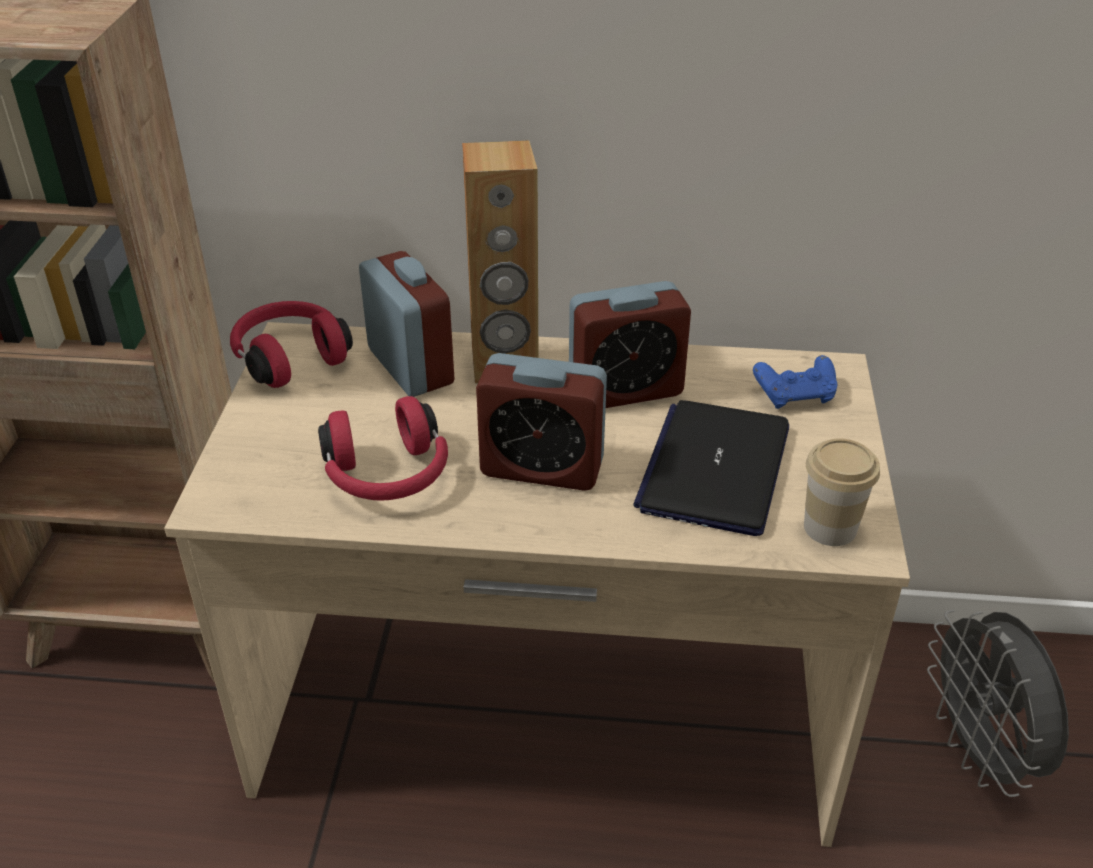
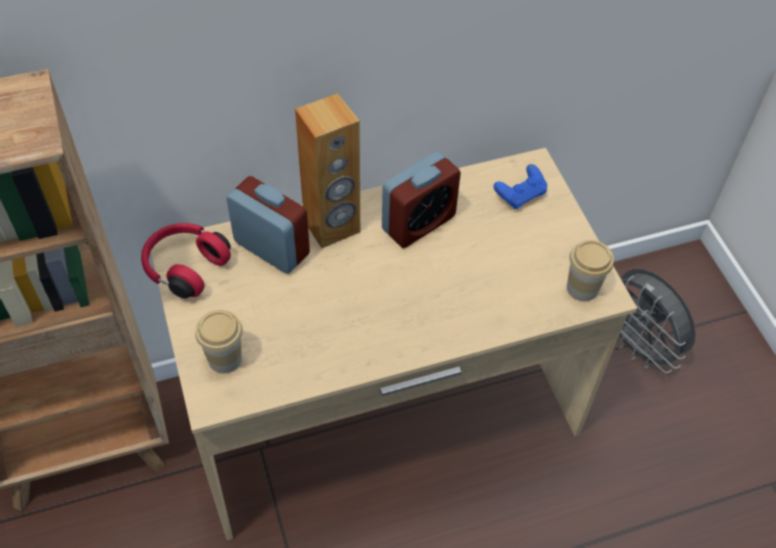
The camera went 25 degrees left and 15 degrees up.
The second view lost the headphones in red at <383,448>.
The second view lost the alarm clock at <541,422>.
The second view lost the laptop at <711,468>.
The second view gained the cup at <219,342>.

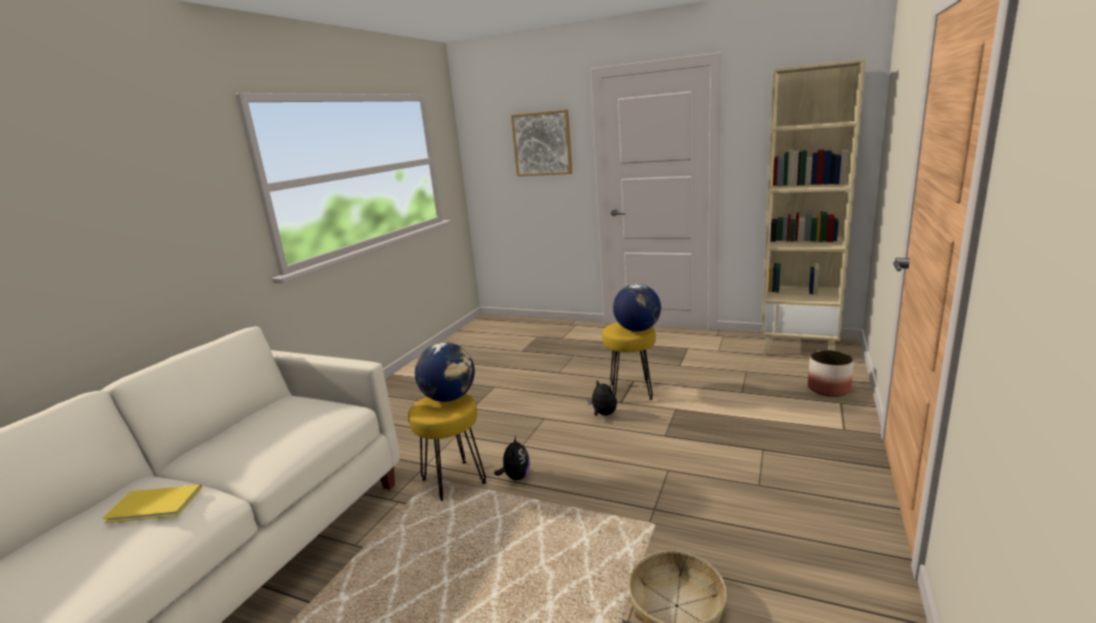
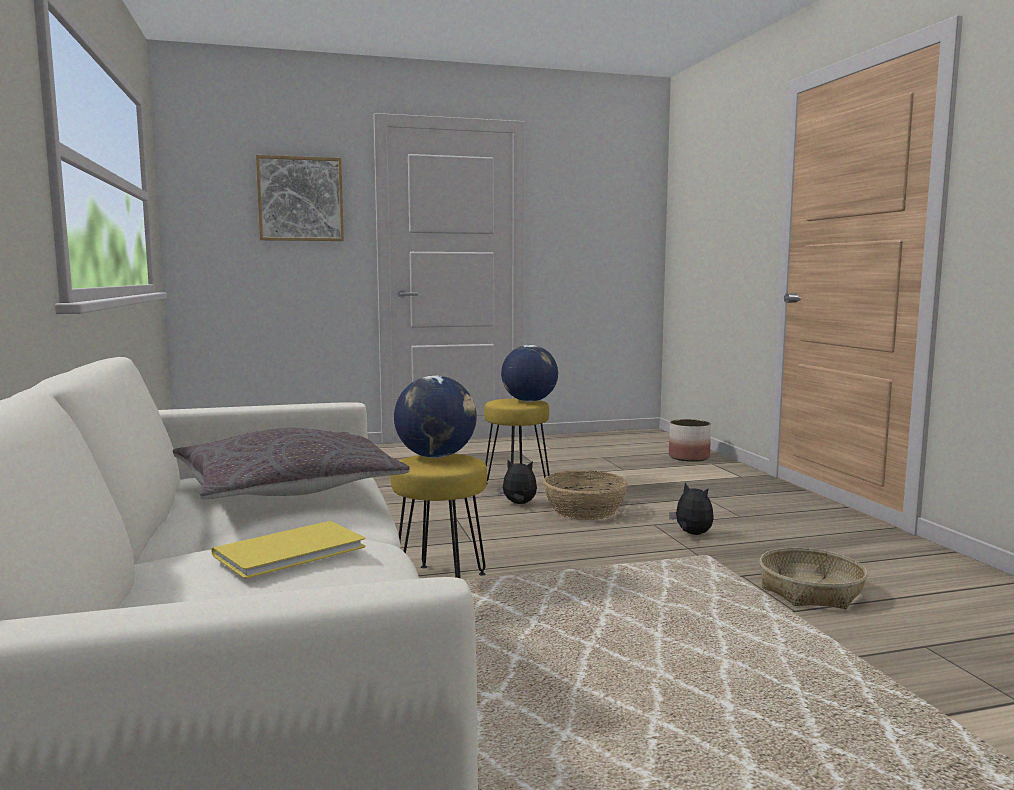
The camera went 40 degrees left and 10 degrees down.
The second view lost the bookcase in beige at <814,206>.
The second view gained the pillow in grey at <291,463>.
The second view gained the basket at <585,495>.
The plush toy ended up elsewhere, having gone from <512,458> to <691,508>.

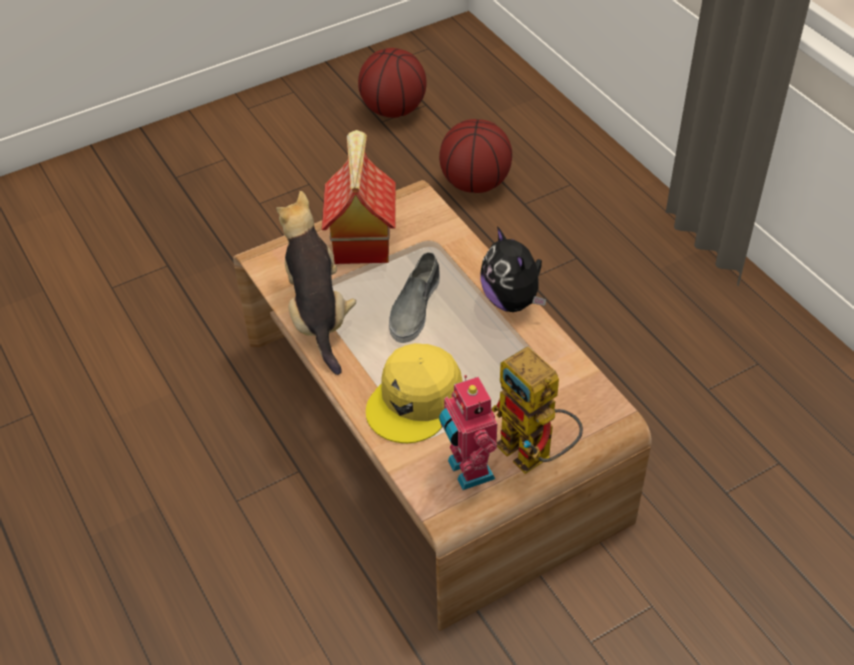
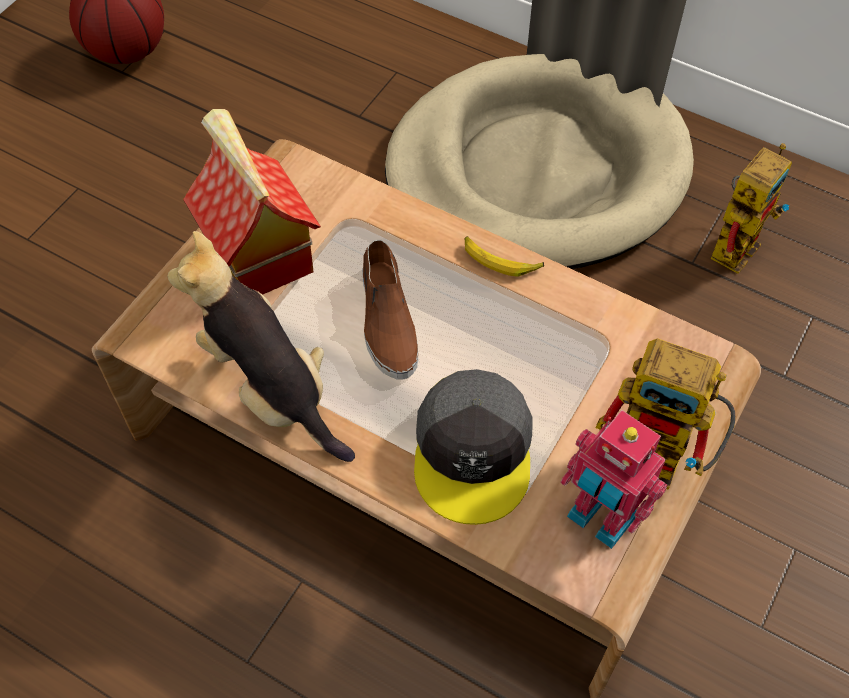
The camera went 30 degrees left and 10 degrees up.
The second view lost the basketball at <475,156>.
The second view gained the dog bed in beige at <539,161>.
The second view gained the toy robot at <751,208>.
Where the plush toy stood at <513,269>, the banana came to stand at <504,256>.
What was the cap in yellow at <414,393> turned into the cap in grey at <473,447>.
What was the shoe in grey at <414,297> turned into the shoe in brown at <390,310>.

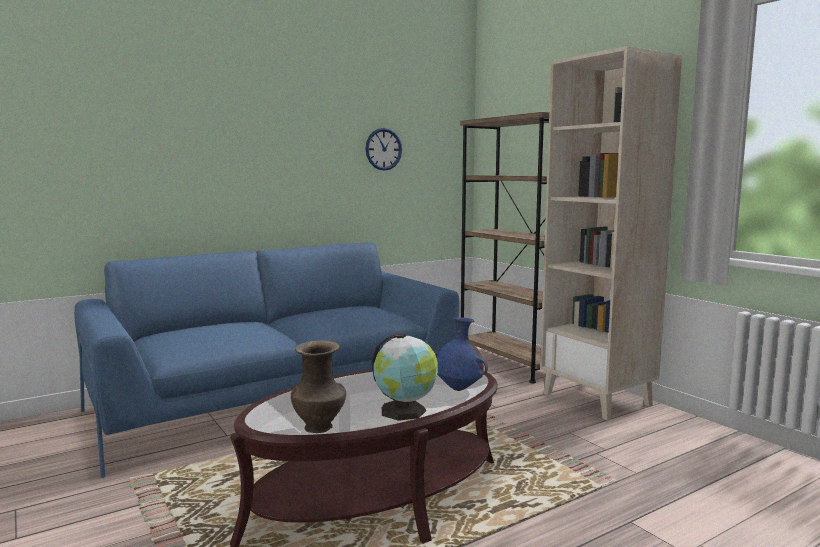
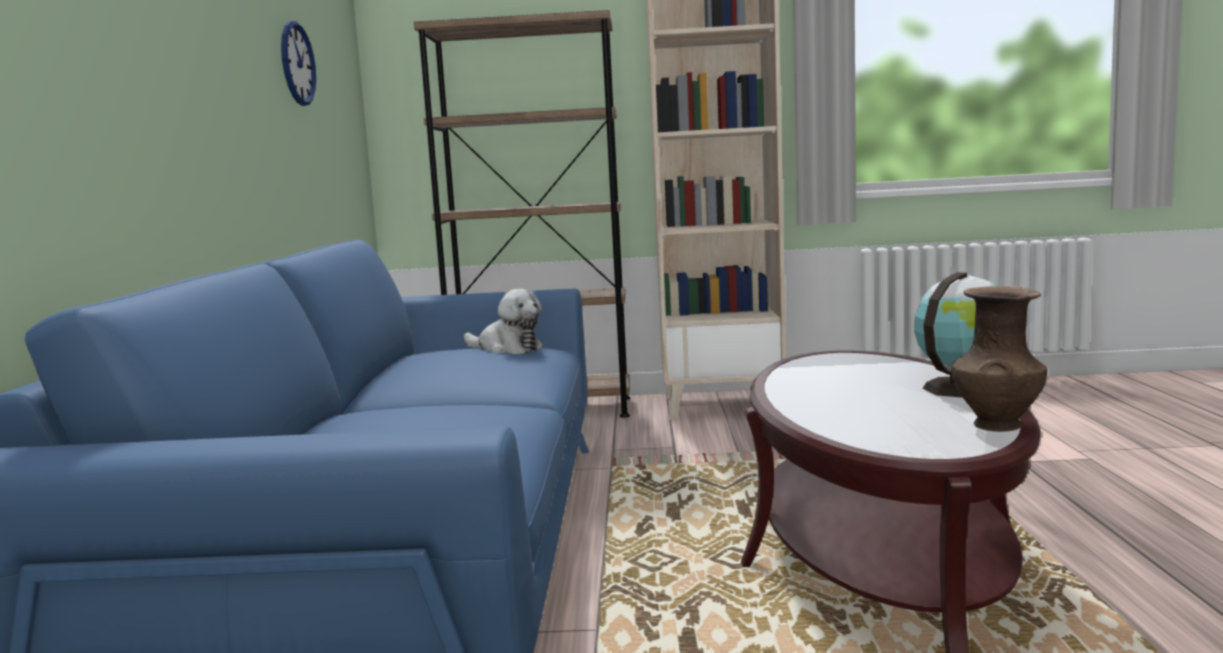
The camera went 55 degrees left and 0 degrees up.
The second view lost the vase in blue at <461,354>.
The second view gained the plush toy at <503,321>.

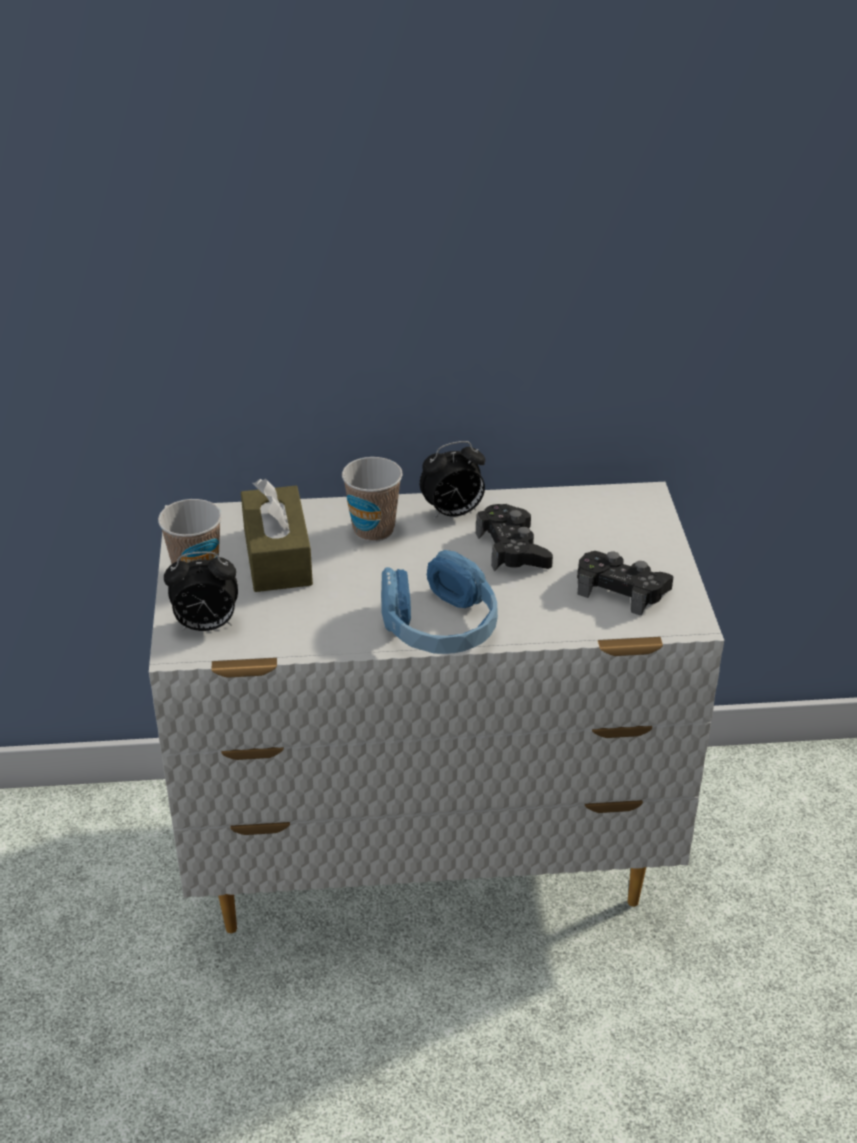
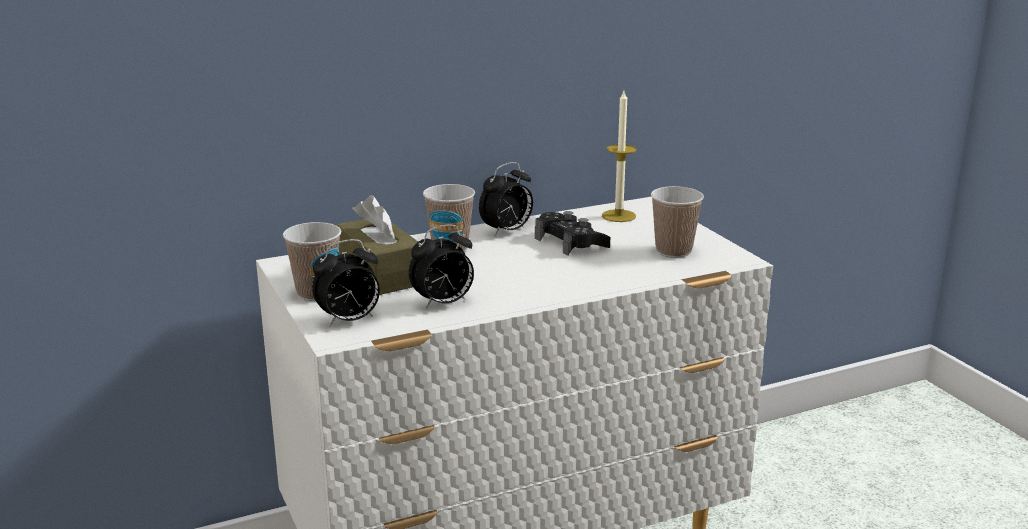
The camera went 20 degrees left and 15 degrees down.
The second view lost the headphones in blue at <439,602>.
The second view gained the alarm clock at <441,266>.
The second view gained the candle at <619,156>.
Where the game controller in black stood at <625,583>, the cup came to stand at <677,222>.

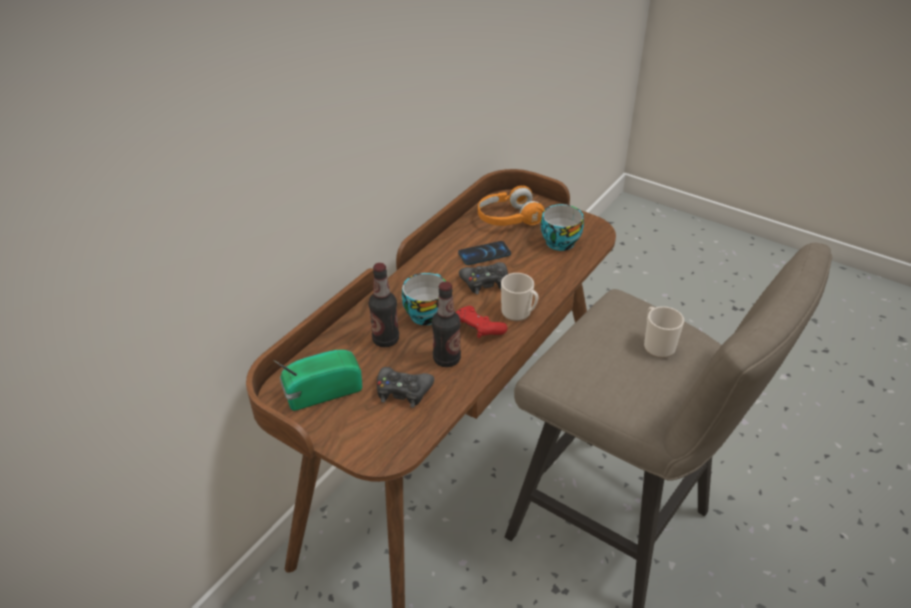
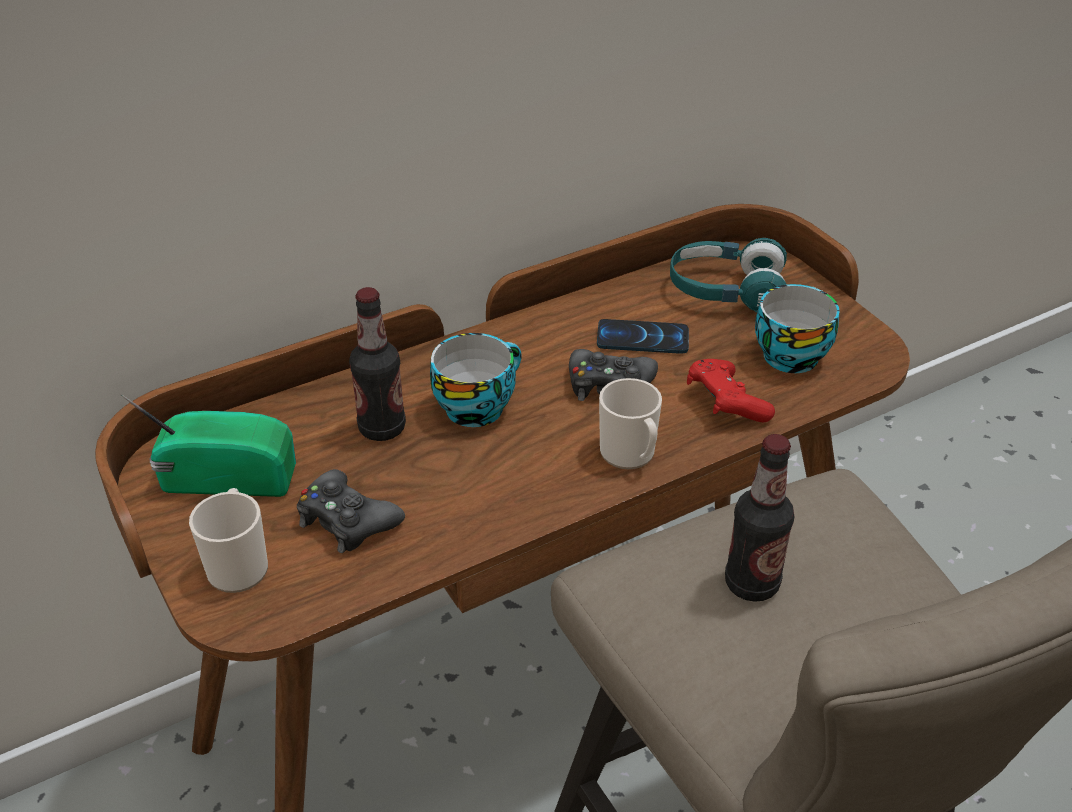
The camera went 25 degrees right and 0 degrees up.
The bottle ended up elsewhere, having gone from <446,324> to <759,518>.
The game controller in red ended up elsewhere, having gone from <481,322> to <731,390>.
The mug ended up elsewhere, having gone from <664,332> to <228,540>.
What was the headphones in orange at <511,206> turned into the headphones in turquoise at <728,275>.

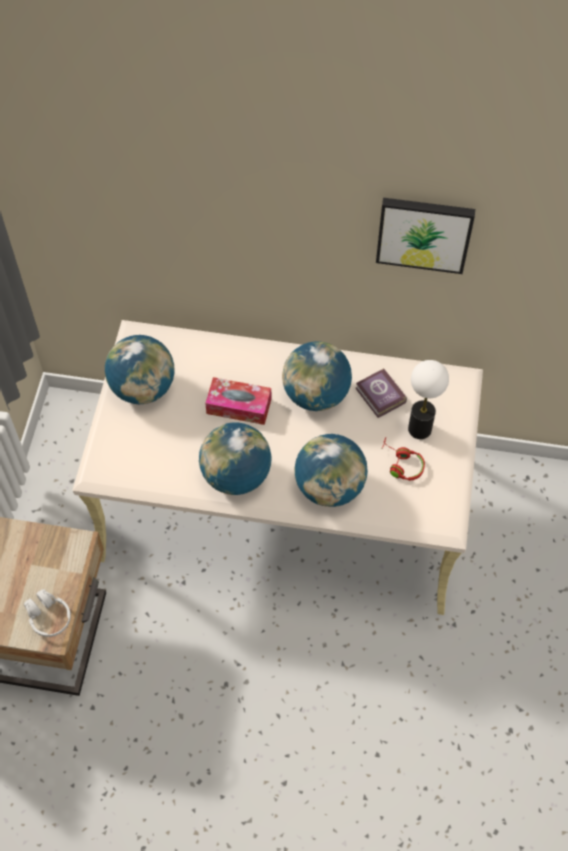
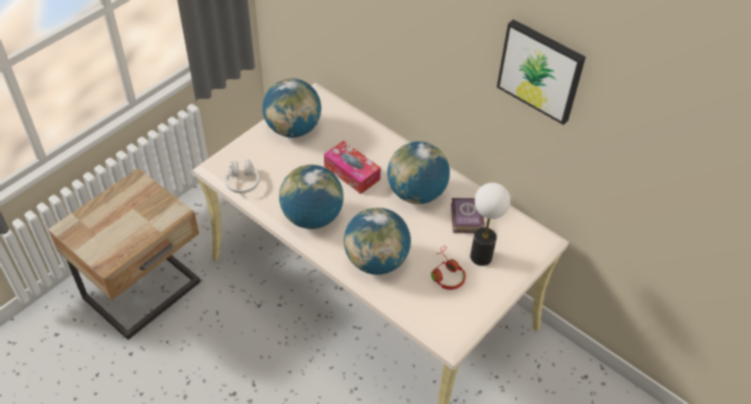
The camera went 30 degrees right and 10 degrees down.
The headphones in white ended up elsewhere, having gone from <47,613> to <242,176>.

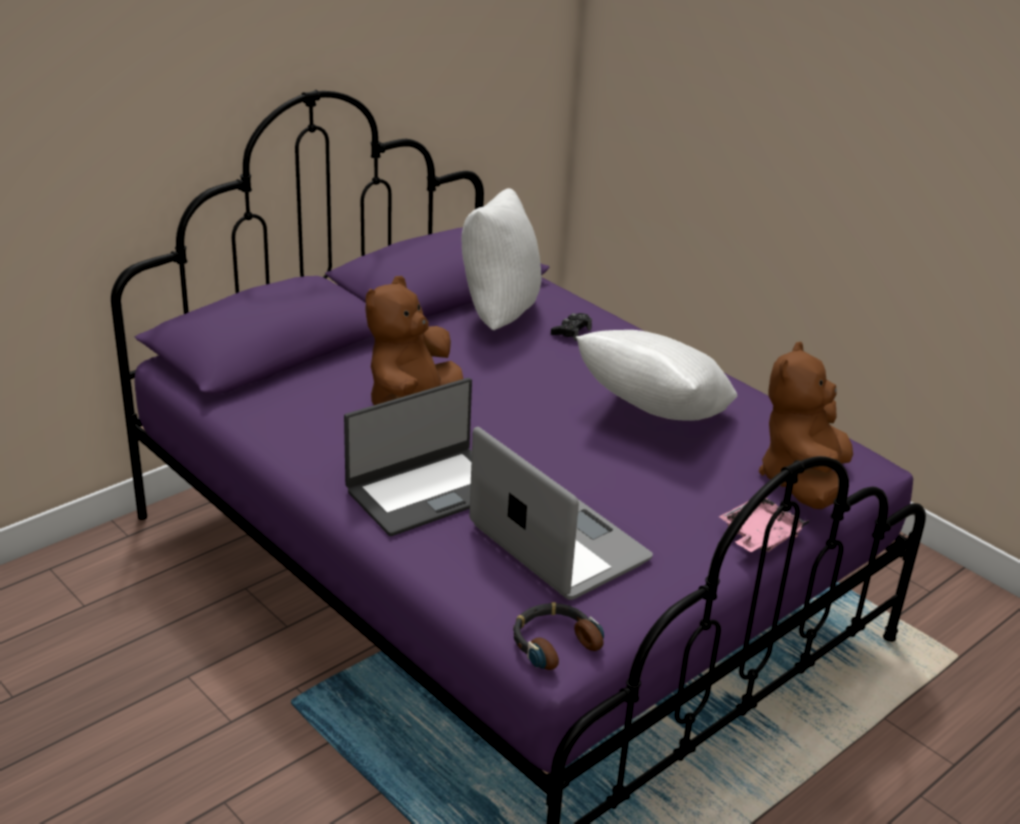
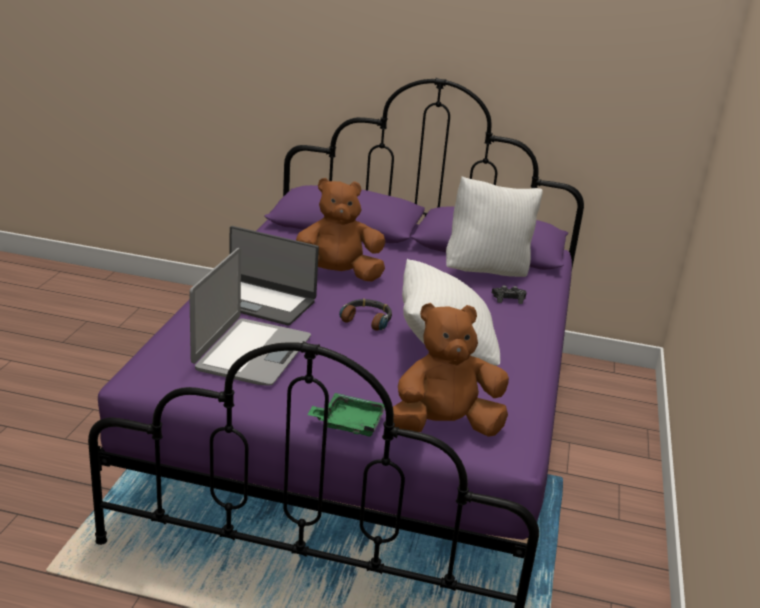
The camera went 55 degrees right and 5 degrees down.
The headphones ended up elsewhere, having gone from <558,636> to <365,315>.
What was the tray in pink at <764,525> turned into the tray in green at <346,415>.

